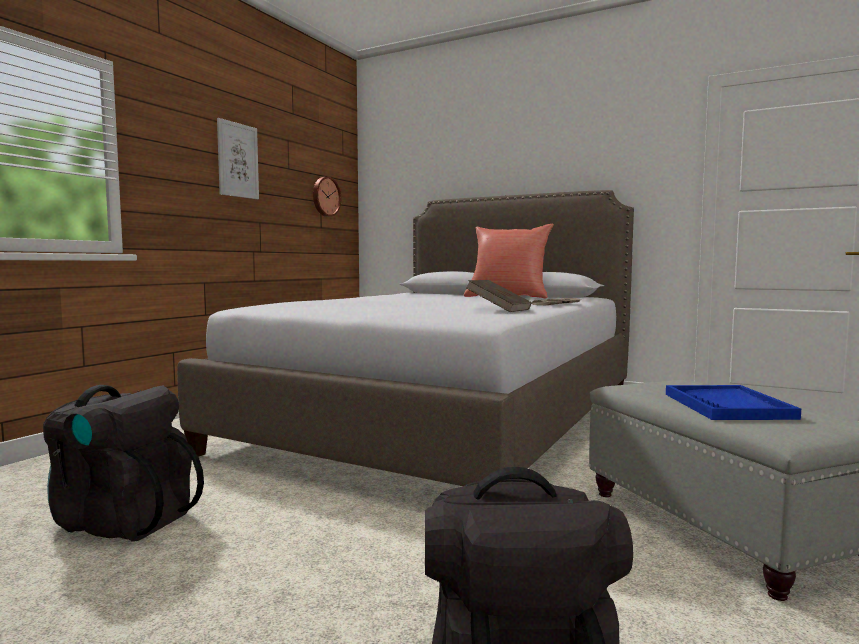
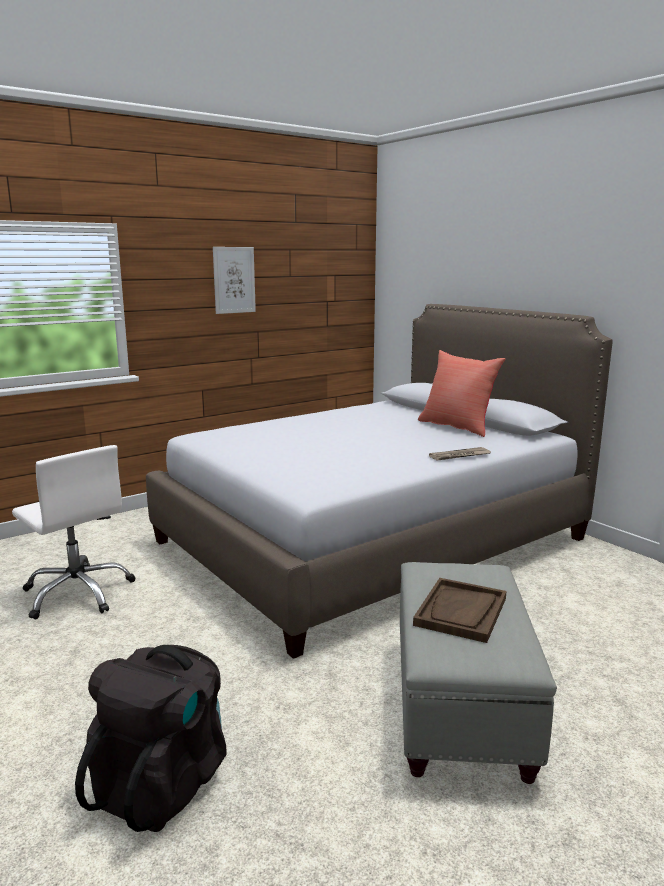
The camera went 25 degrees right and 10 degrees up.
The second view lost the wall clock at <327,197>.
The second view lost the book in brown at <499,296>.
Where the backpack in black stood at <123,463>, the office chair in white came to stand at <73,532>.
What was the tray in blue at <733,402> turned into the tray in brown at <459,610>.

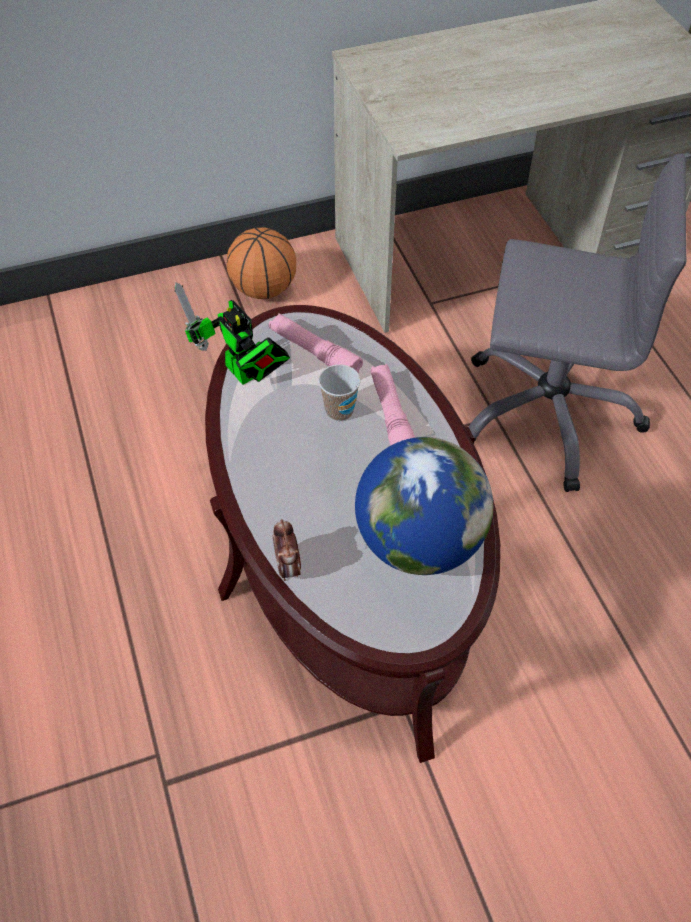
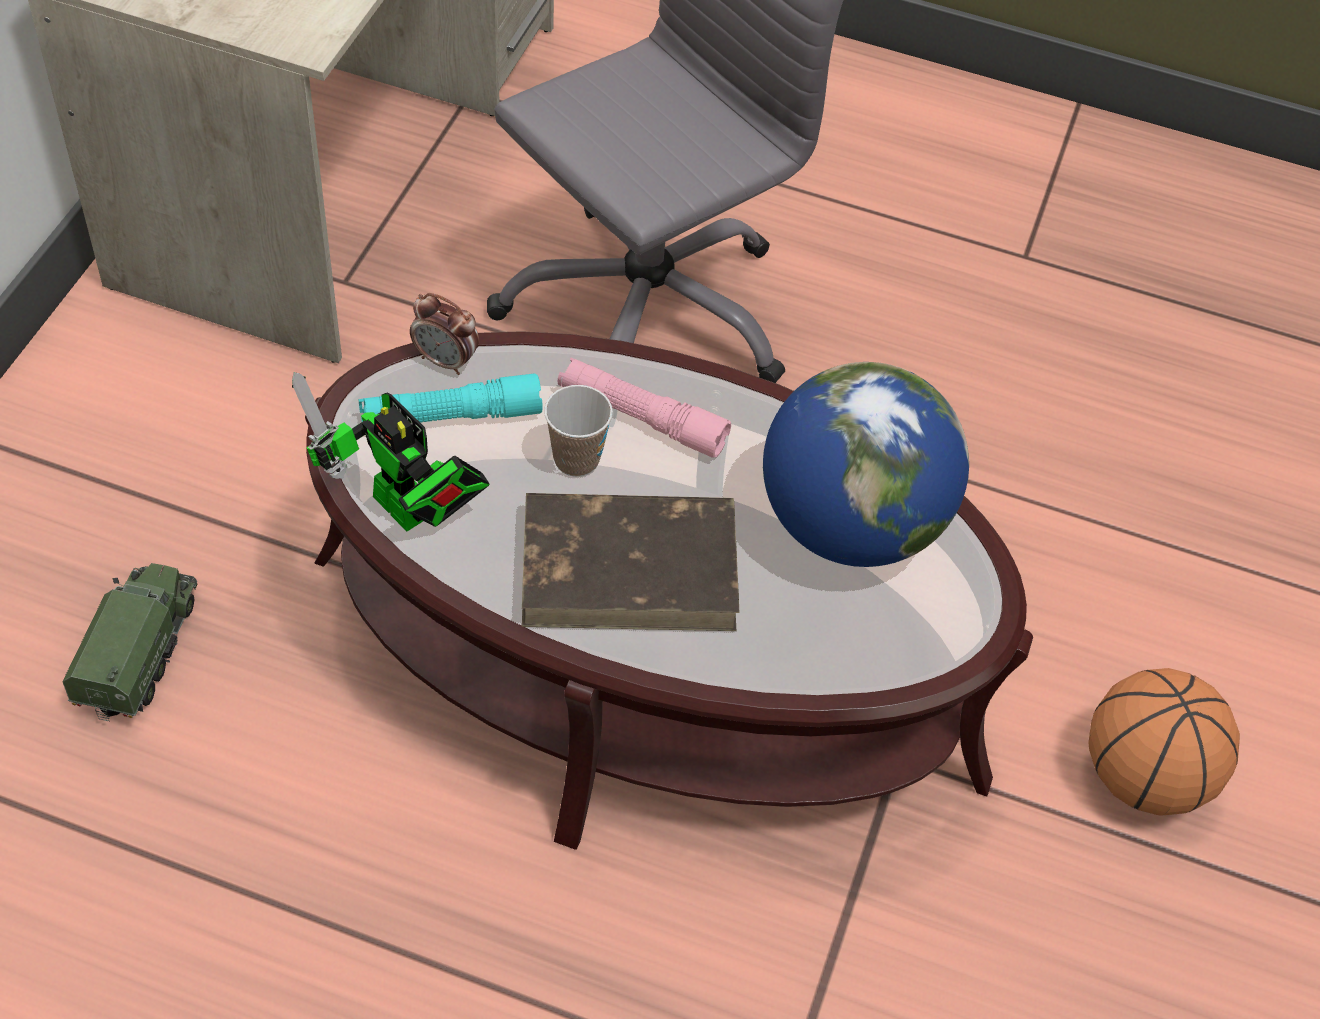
The camera went 55 degrees left and 0 degrees up.
The second view gained the toy truck at <130,642>.
The second view gained the book in brown at <631,562>.
The basketball ended up elsewhere, having gone from <261,263> to <1164,741>.
The alarm clock ended up elsewhere, having gone from <287,550> to <444,334>.
What was the flashlight in pink at <316,343> turned into the flashlight in turquoise at <450,398>.
The toy robot at <232,333> ended up facing another way, 45 degrees clockwise from before.

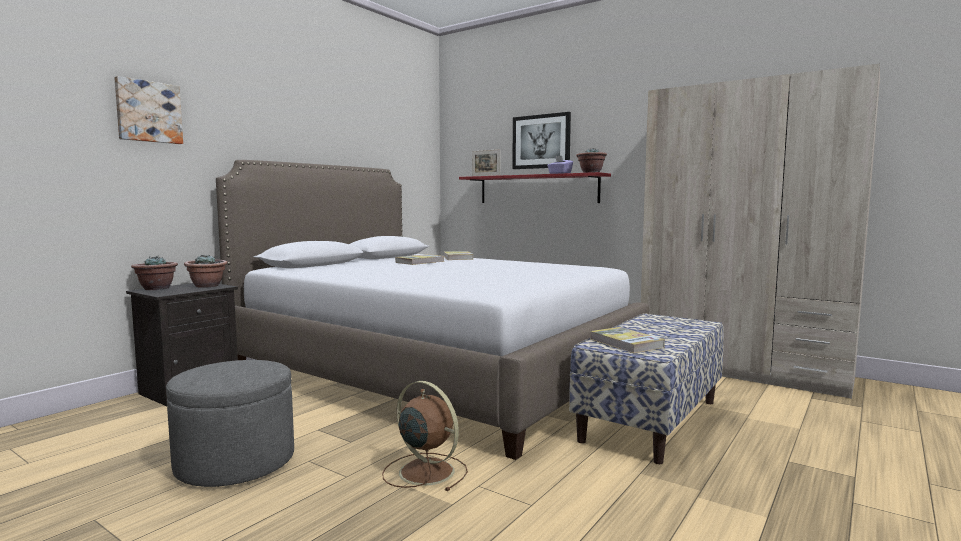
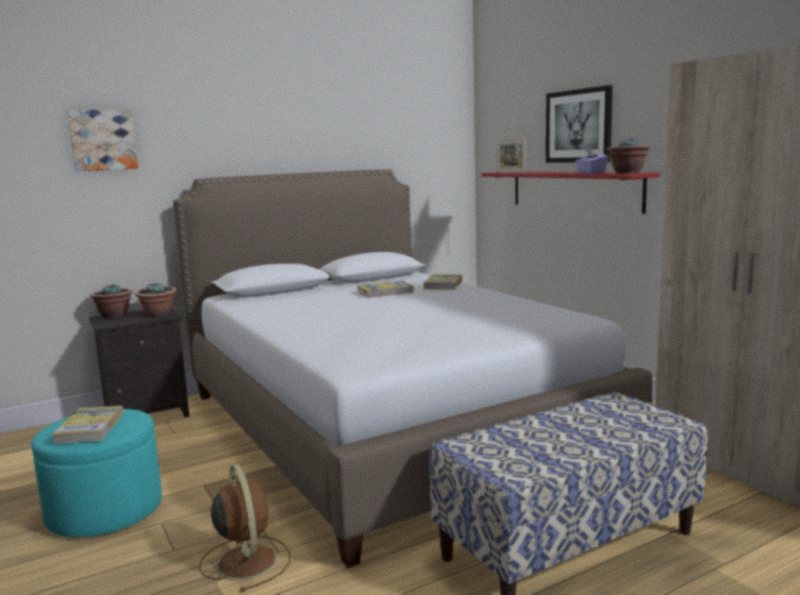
The camera went 25 degrees right and 5 degrees up.
The book ended up elsewhere, having gone from <627,340> to <87,425>.
What was the ottoman in grey at <230,423> turned into the ottoman in turquoise at <96,473>.

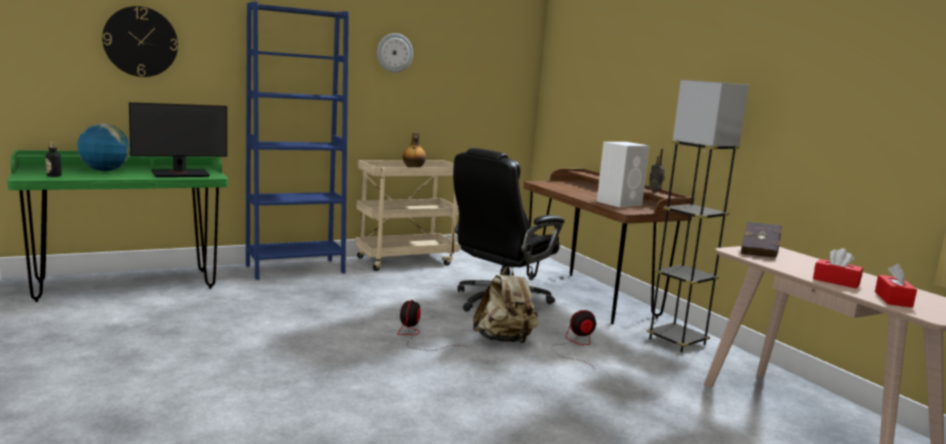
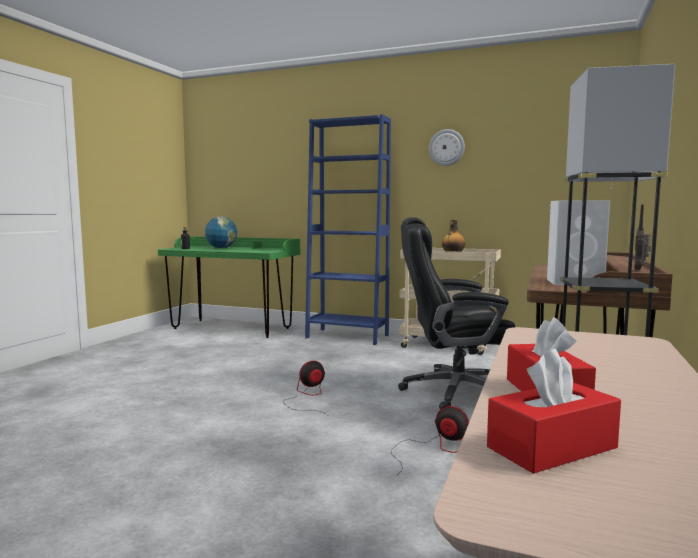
The camera went 50 degrees right and 5 degrees down.
The second view lost the wall clock at <140,41>.
The second view lost the monitor at <178,139>.
The second view lost the backpack in beige at <505,304>.
The second view lost the book in red at <761,240>.

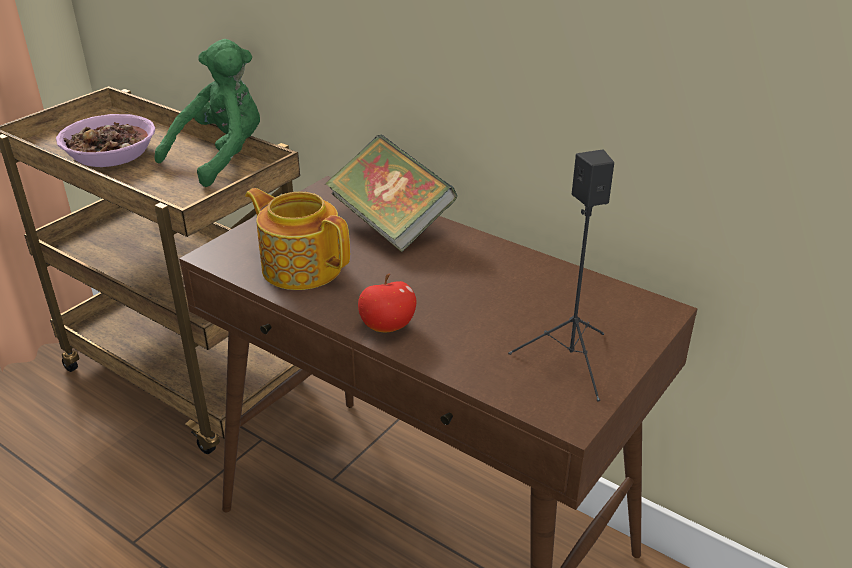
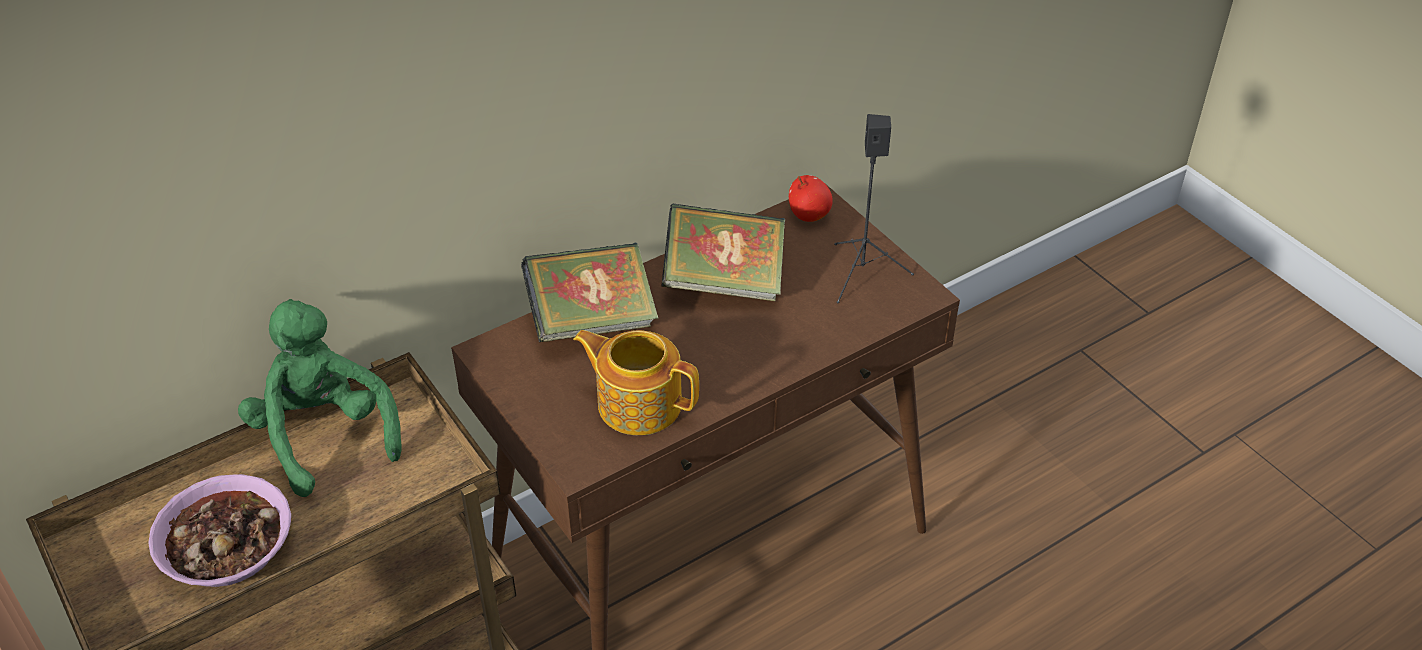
The camera went 70 degrees left and 10 degrees up.
The second view gained the book at <723,252>.
The apple ended up elsewhere, having gone from <387,303> to <811,198>.
The teapot at <297,239> ended up facing another way, 60 degrees clockwise from before.

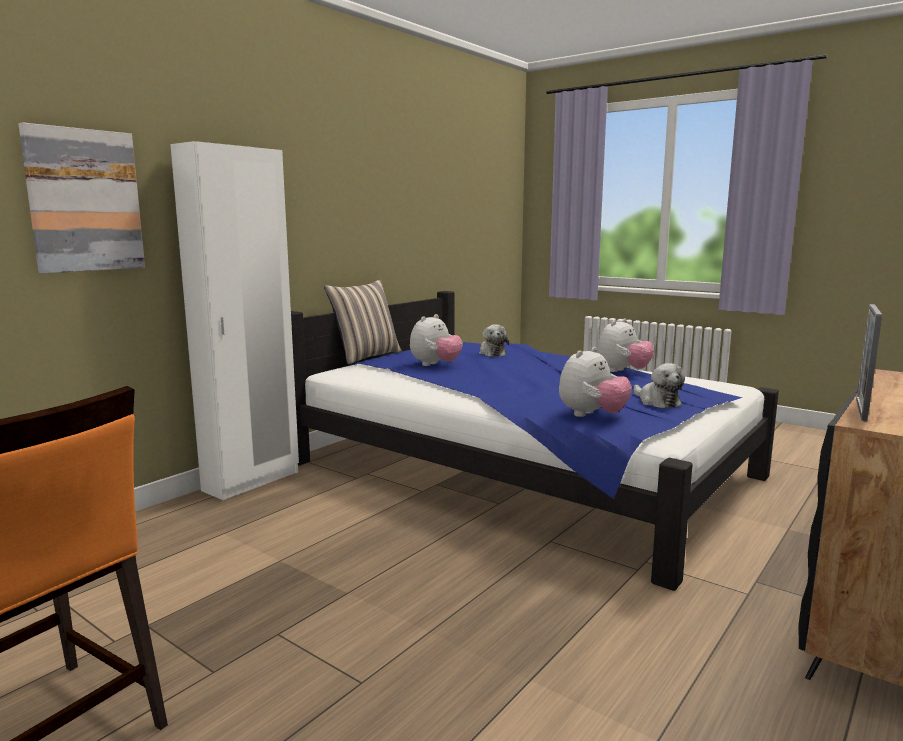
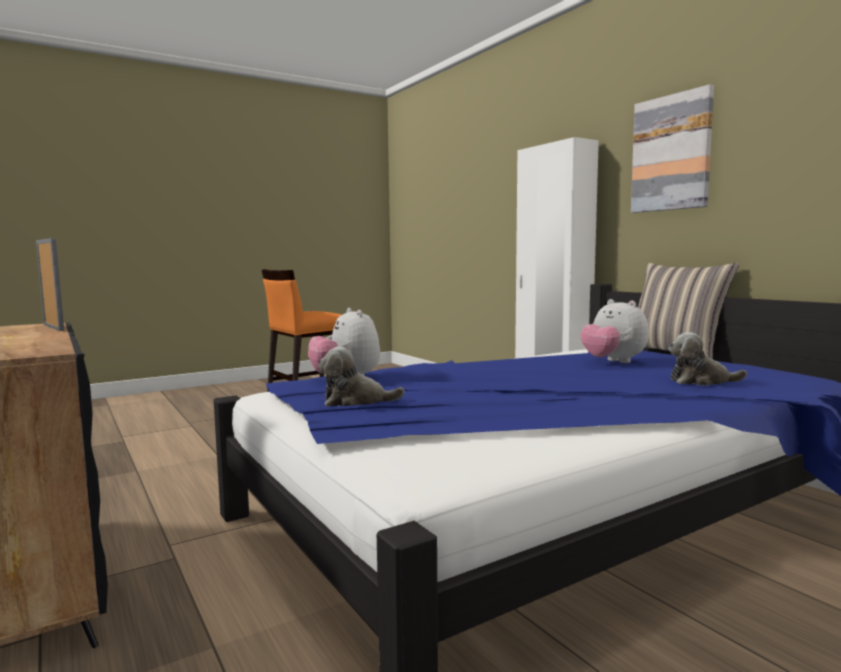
The camera went 110 degrees right and 5 degrees down.
The second view lost the plush toy at <625,345>.
The picture ended up elsewhere, having gone from <81,198> to <672,148>.

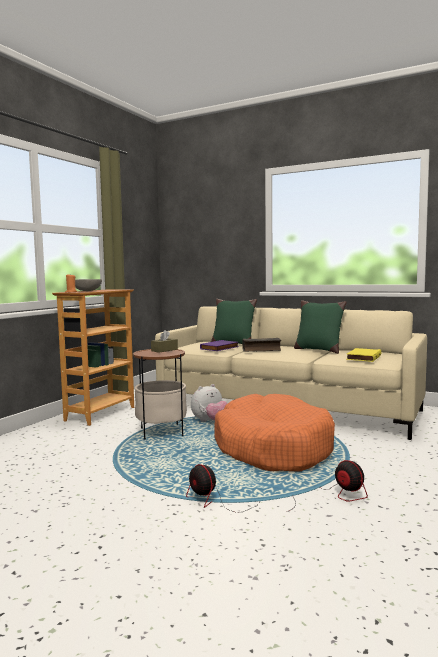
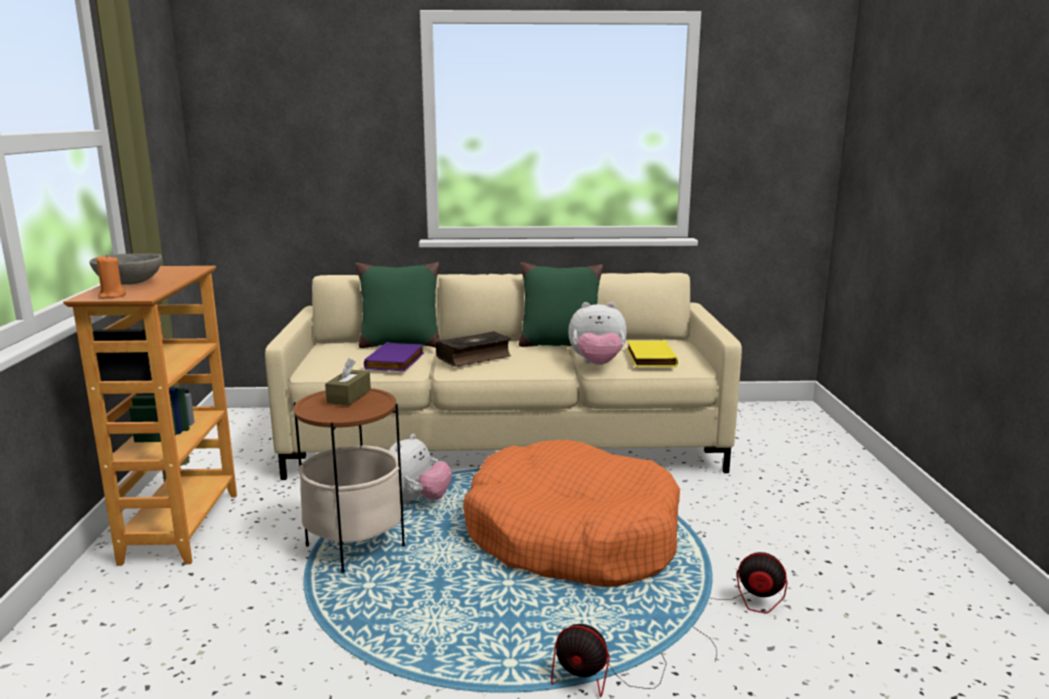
The camera went 30 degrees left and 10 degrees up.
The second view gained the plush toy at <597,333>.

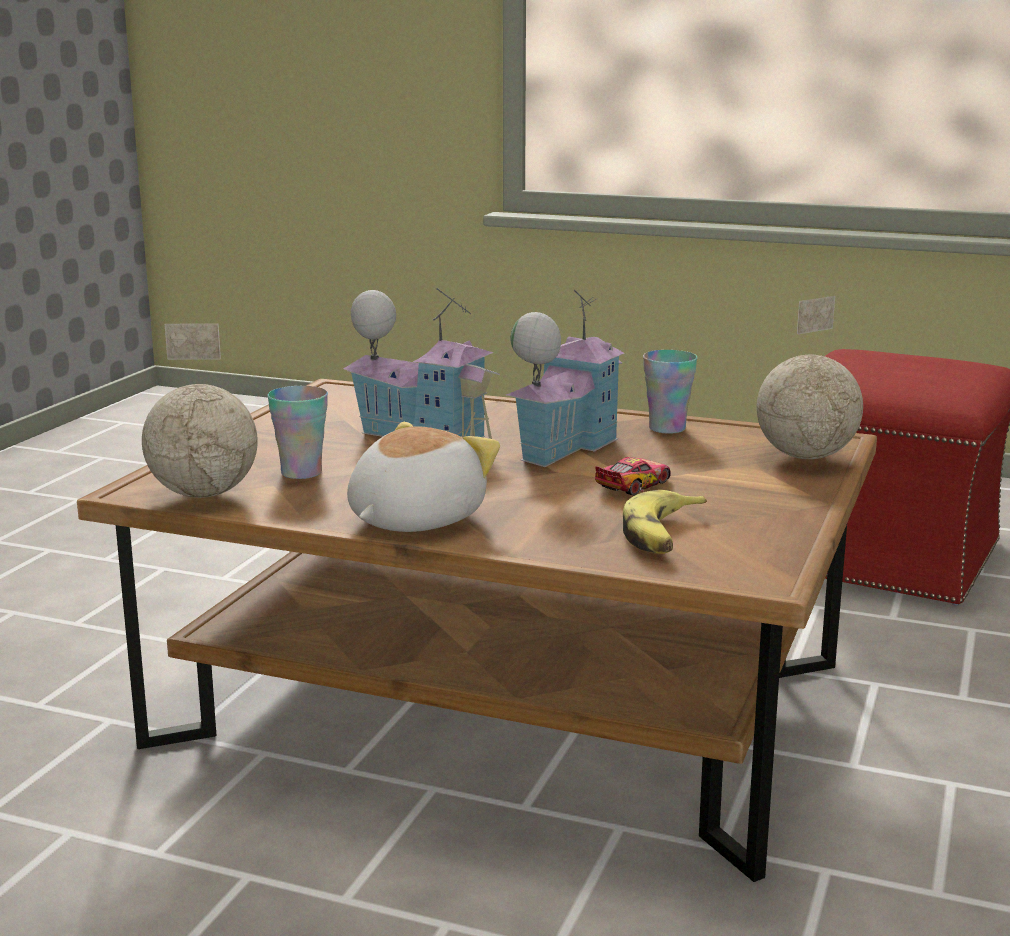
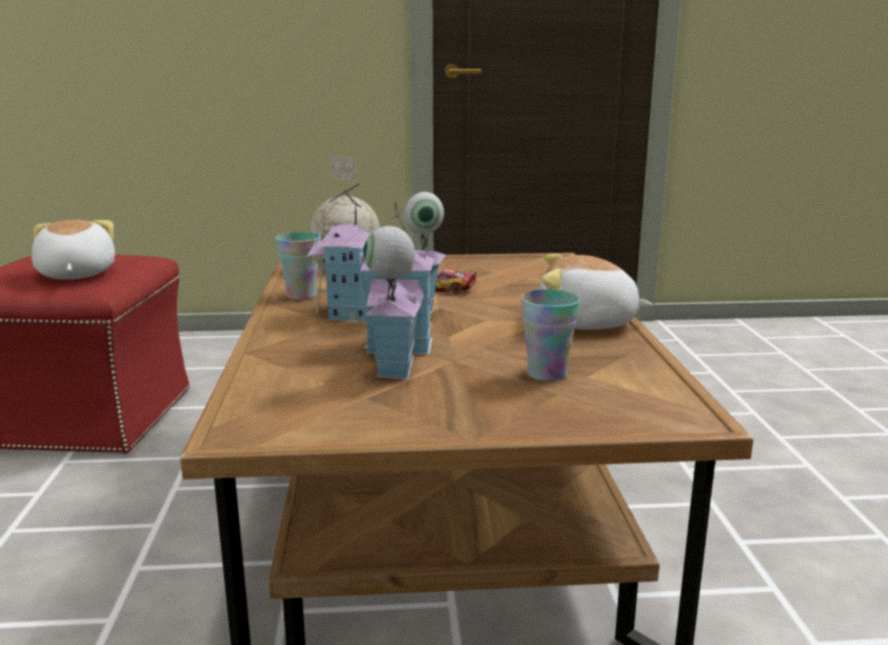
The camera went 115 degrees left and 0 degrees up.
The second view lost the globe at <200,410>.
The second view lost the banana at <665,522>.
The second view gained the plush toy at <73,250>.

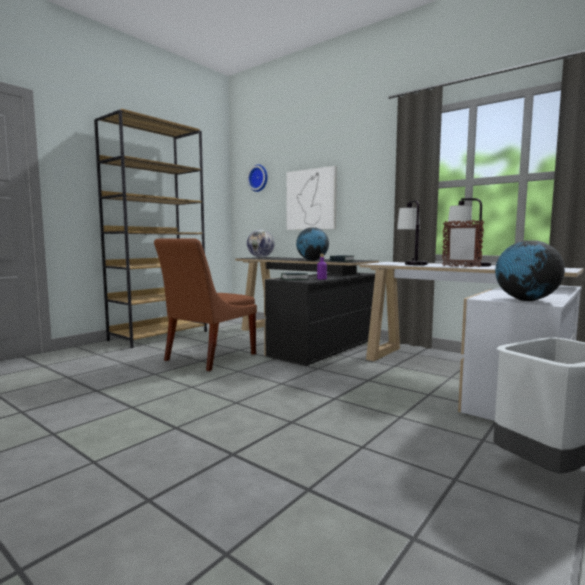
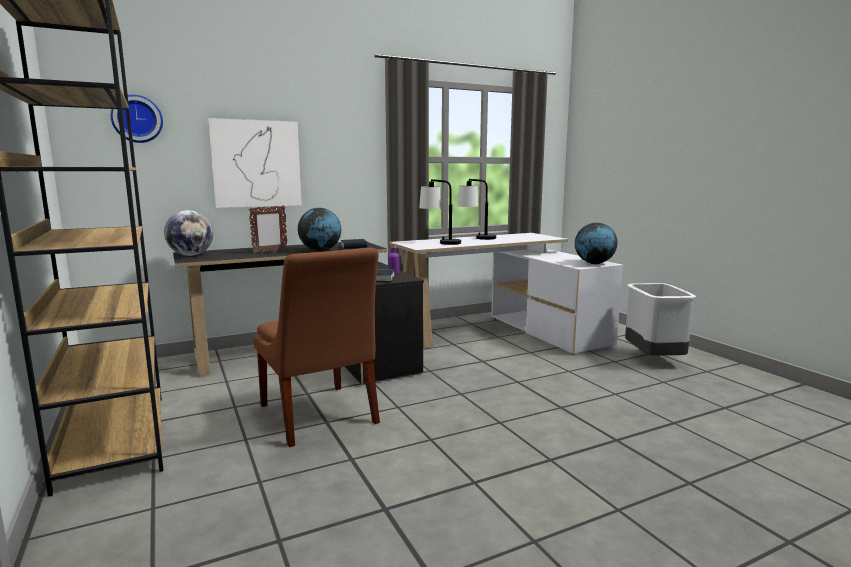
The camera went 65 degrees left and 5 degrees up.
The picture frame ended up elsewhere, having gone from <463,243> to <268,229>.

